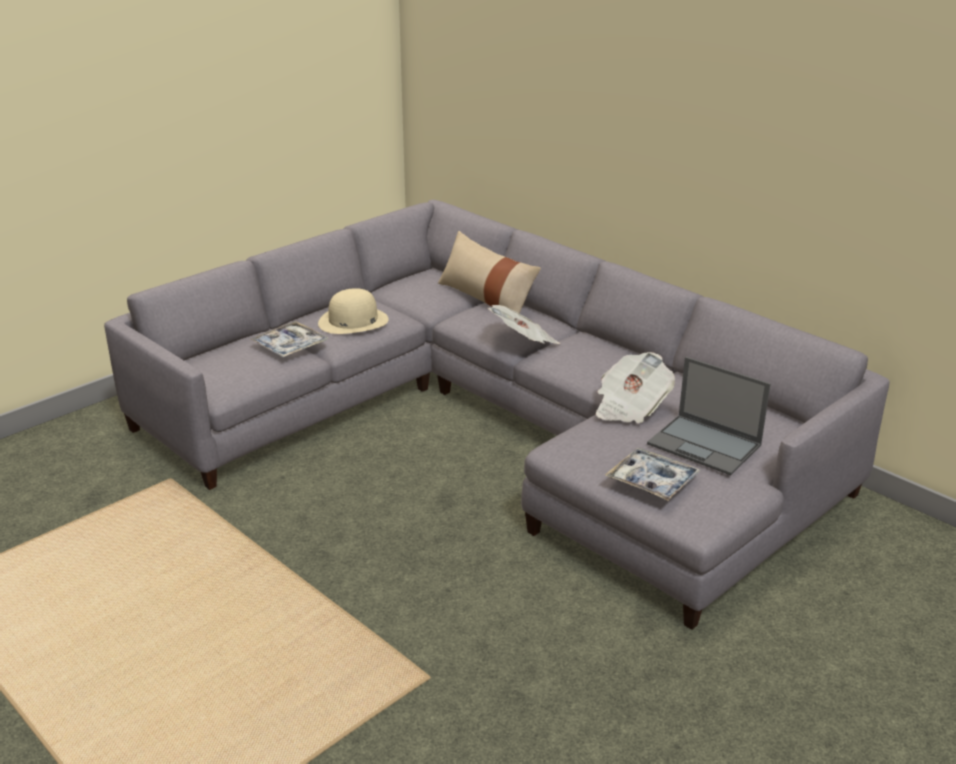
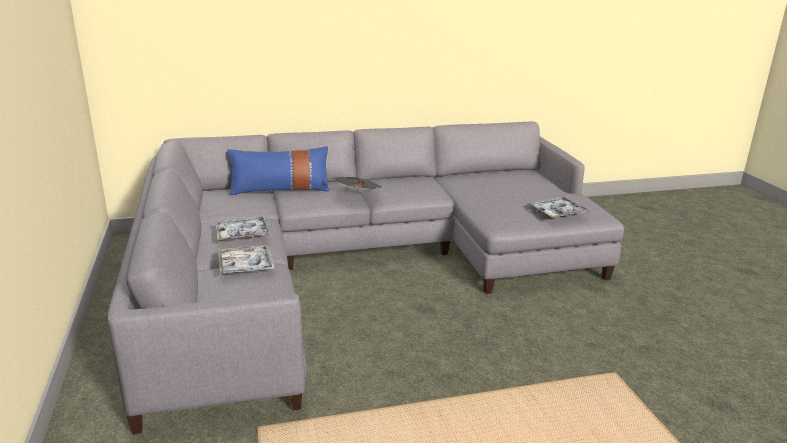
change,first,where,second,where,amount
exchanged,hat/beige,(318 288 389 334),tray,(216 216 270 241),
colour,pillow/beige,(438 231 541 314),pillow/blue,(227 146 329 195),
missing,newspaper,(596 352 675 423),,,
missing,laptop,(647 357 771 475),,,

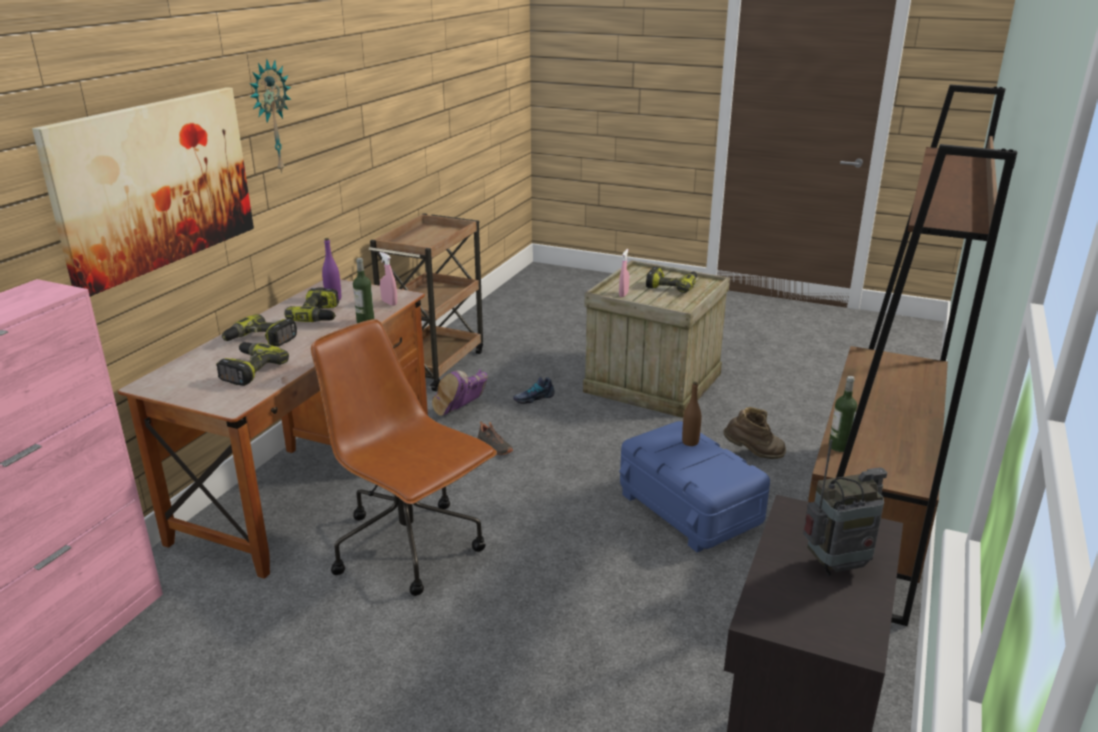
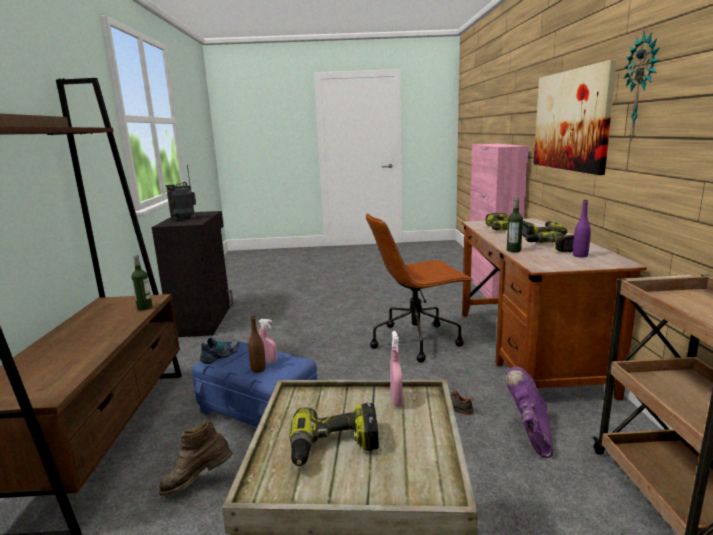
change,first,where,second,where,amount
spun,office chair/brown,(311 319 497 596),,(366 213 473 362),150 degrees clockwise
relocated,spray bottle/pink,(379 252 397 306),,(258 319 277 363),
relocated,shoe,(513 377 555 404),,(200 338 239 364),

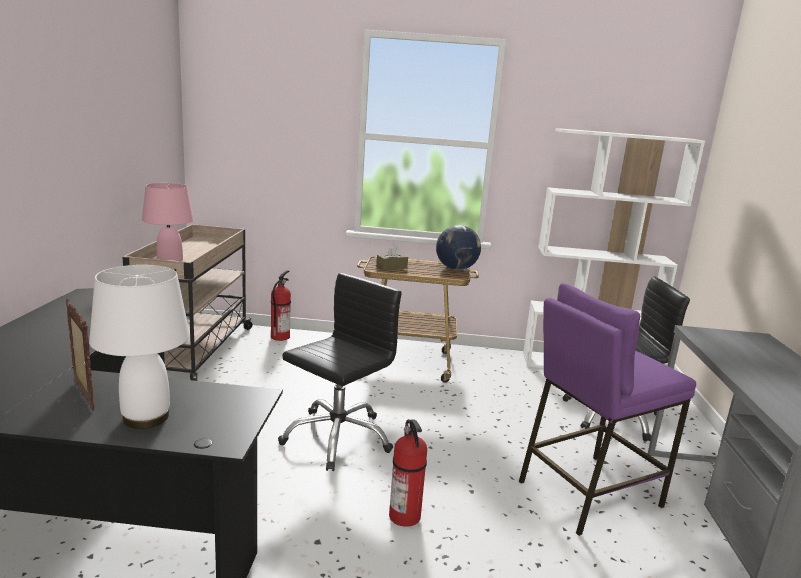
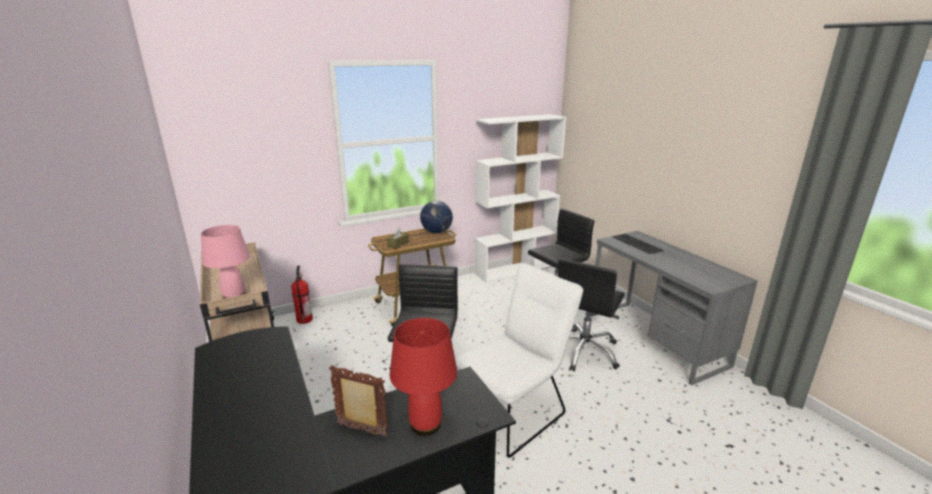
change,first,where,second,where,amount
colour,table lamp/white,(89 265 190 429),table lamp/red,(390 318 457 436),
exchanged,fire extinguisher,(389 419 427 527),chair/white,(455 263 583 458),
exchanged,stool/purple,(519 283 696 536),office chair/black,(558 259 625 372),
appeared,,,keyboard,(613 234 664 254),

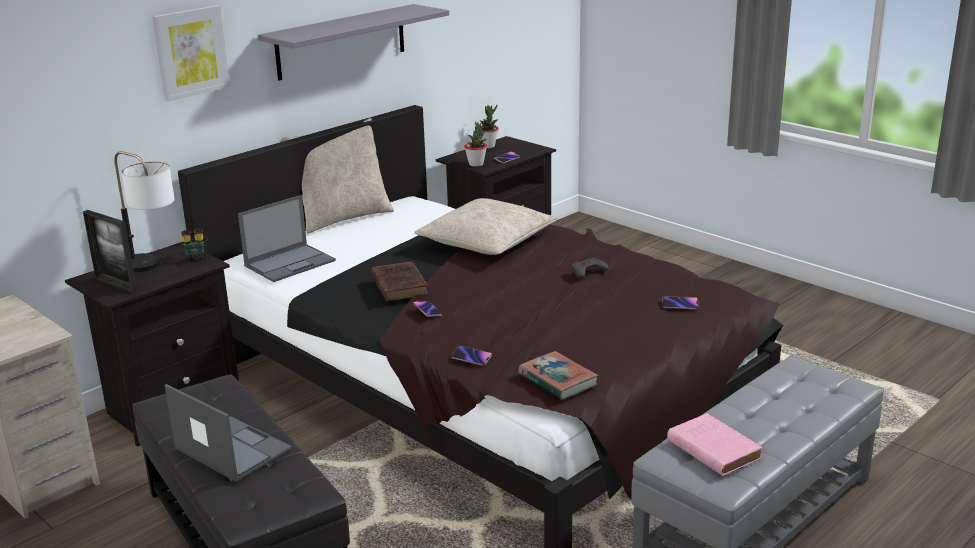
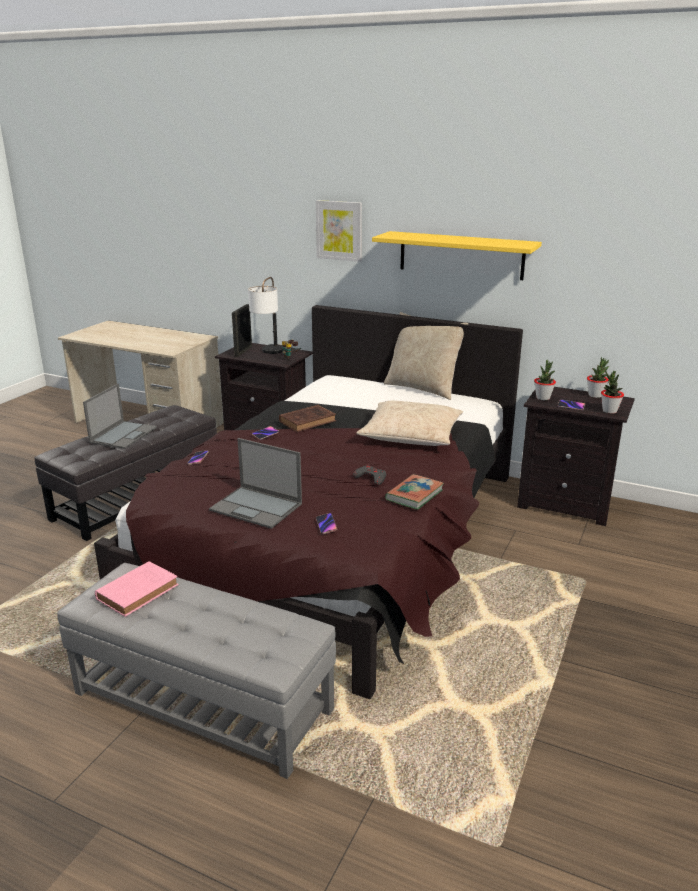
change,first,where,second,where,amount
relocated,laptop,(238 195 336 282),,(209 438 302 529),
colour,shelf/grey,(258 4 449 81),shelf/yellow,(372 231 542 280),
relocated,book,(518 351 599 400),,(385 474 444 510),
appeared,,,potted plant,(601 371 624 414),

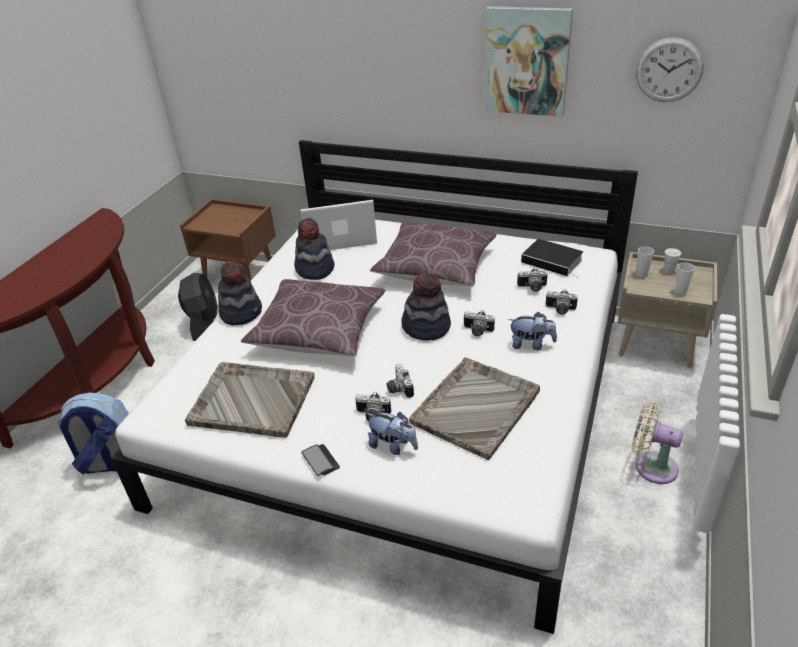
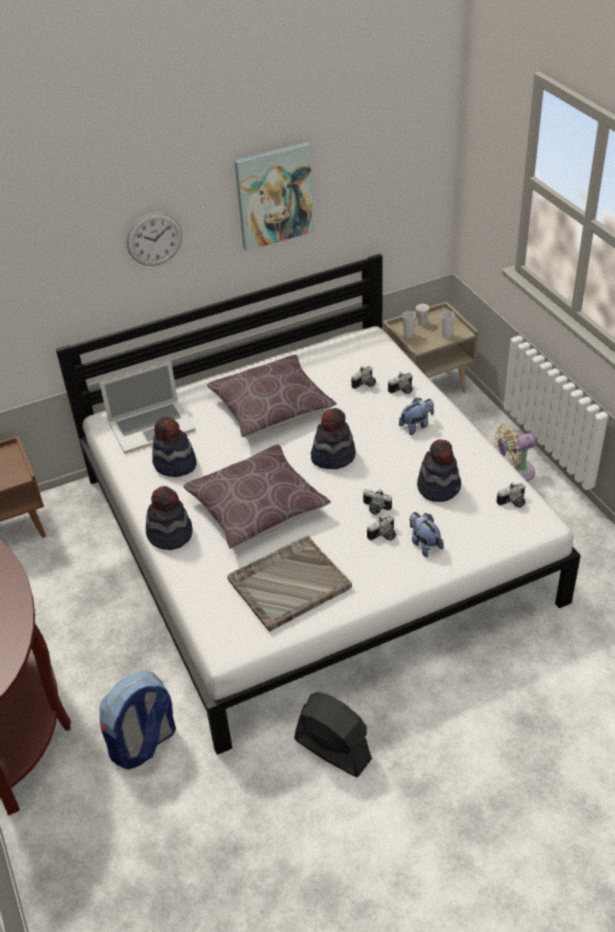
change,first,where,second,where,amount
relocated,fan/black,(178 273 218 341),,(294 692 372 777),
spun,laptop,(300 200 377 250),,(100 362 196 454),150 degrees counterclockwise
missing,phone,(301 444 340 476),,,
spun,plush toy,(367 412 418 455),,(410 512 444 557),105 degrees counterclockwise
exchanged,tray/grey,(409 357 540 460),hat,(417 440 461 502),
relocated,photo camera,(464 310 495 336),,(497 482 526 508),
missing,book,(521 239 583 278),,,
relocated,wall clock,(636 37 704 102),,(127 212 182 266),

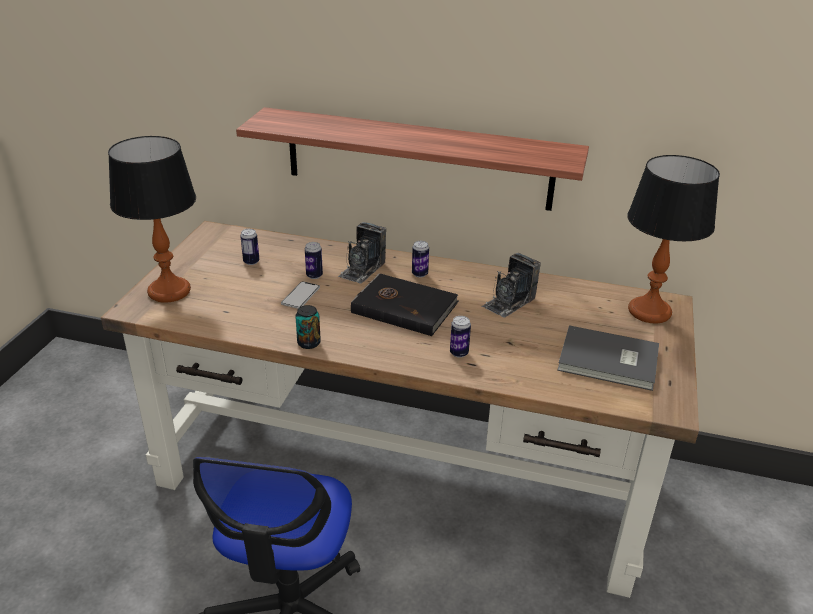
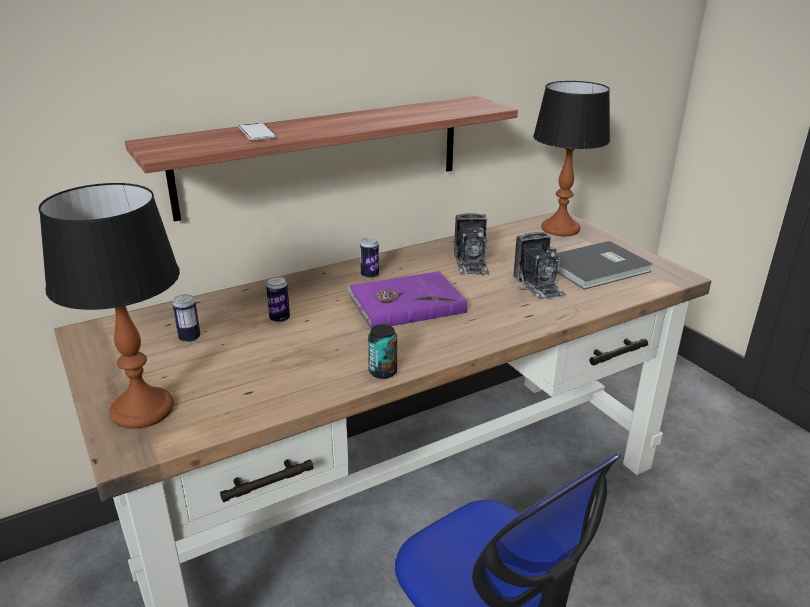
change,first,where,second,where,amount
relocated,phone,(281 281 320 309),,(238 123 277 141),
relocated,photo camera,(338 222 386 283),,(513 232 566 300),
colour,book/black,(351 273 459 336),book/purple,(346 271 467 328),
missing,can,(450 316 471 358),,,

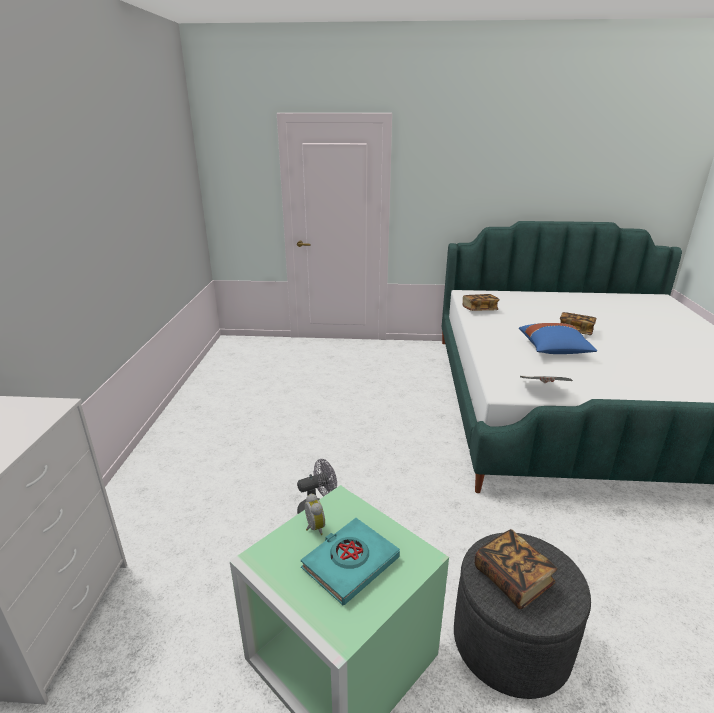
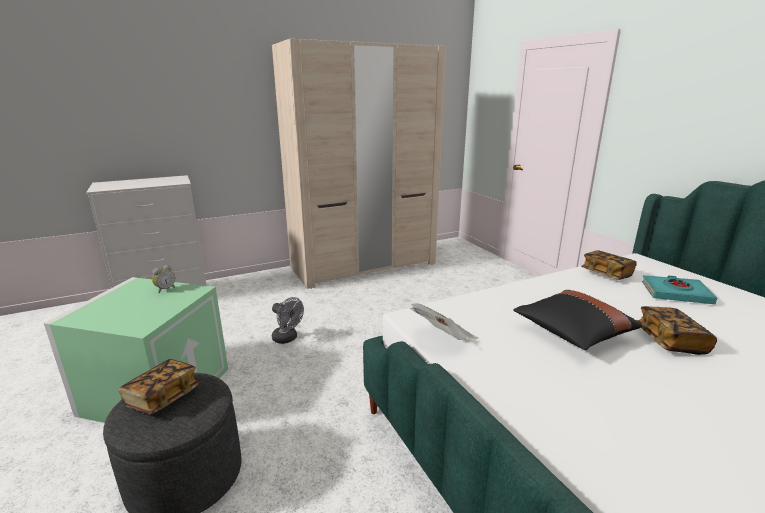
change,first,where,second,where,amount
relocated,book/turquoise,(301 518 400 605),,(642 275 717 304),
colour,pillow/blue,(519 323 597 354),pillow/black,(513 290 642 350),
appeared,,,wardrobe/beige,(272 39 446 289),

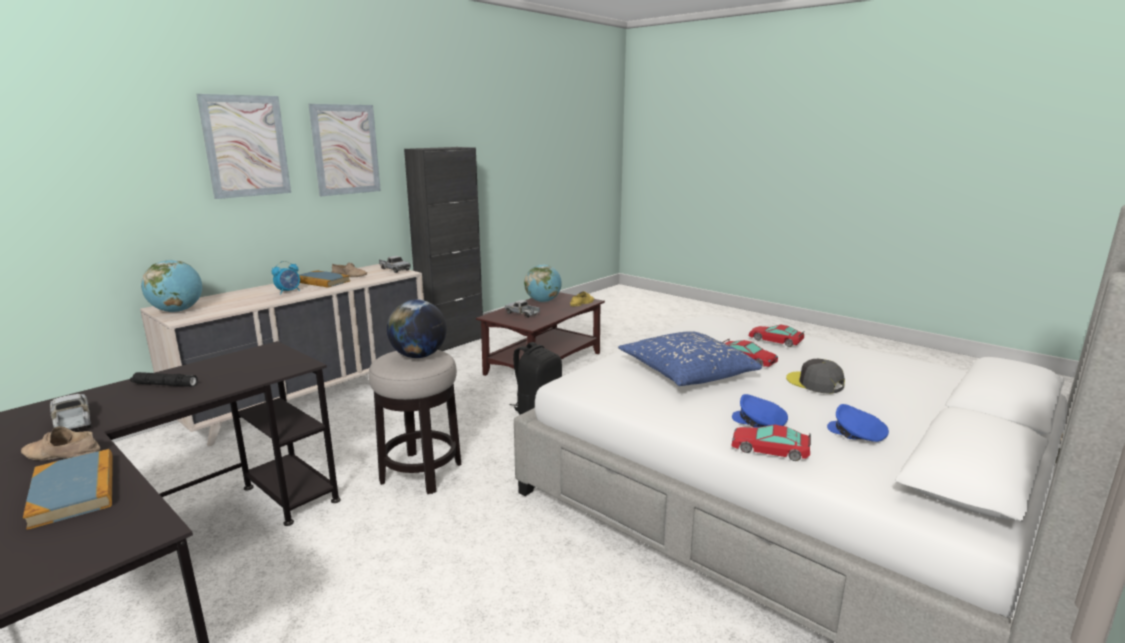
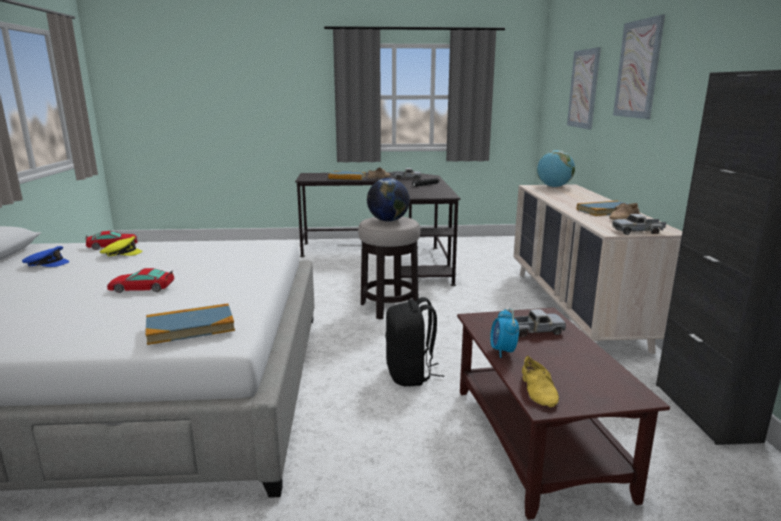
change,first,where,second,where,amount
relocated,alarm clock,(272 261 300 294),,(490 309 519 358),
relocated,picture,(308 104 381 196),,(567 47 601 130),
missing,globe,(524 264 562 302),,,
missing,pillow/blue,(618 331 762 386),,,
colour,cap/blue,(732 394 788 428),cap/yellow,(100 236 142 257),
missing,toy car,(749 325 804 347),,,
missing,cap/grey,(786 359 845 394),,,
appeared,,,book,(146 303 235 345),

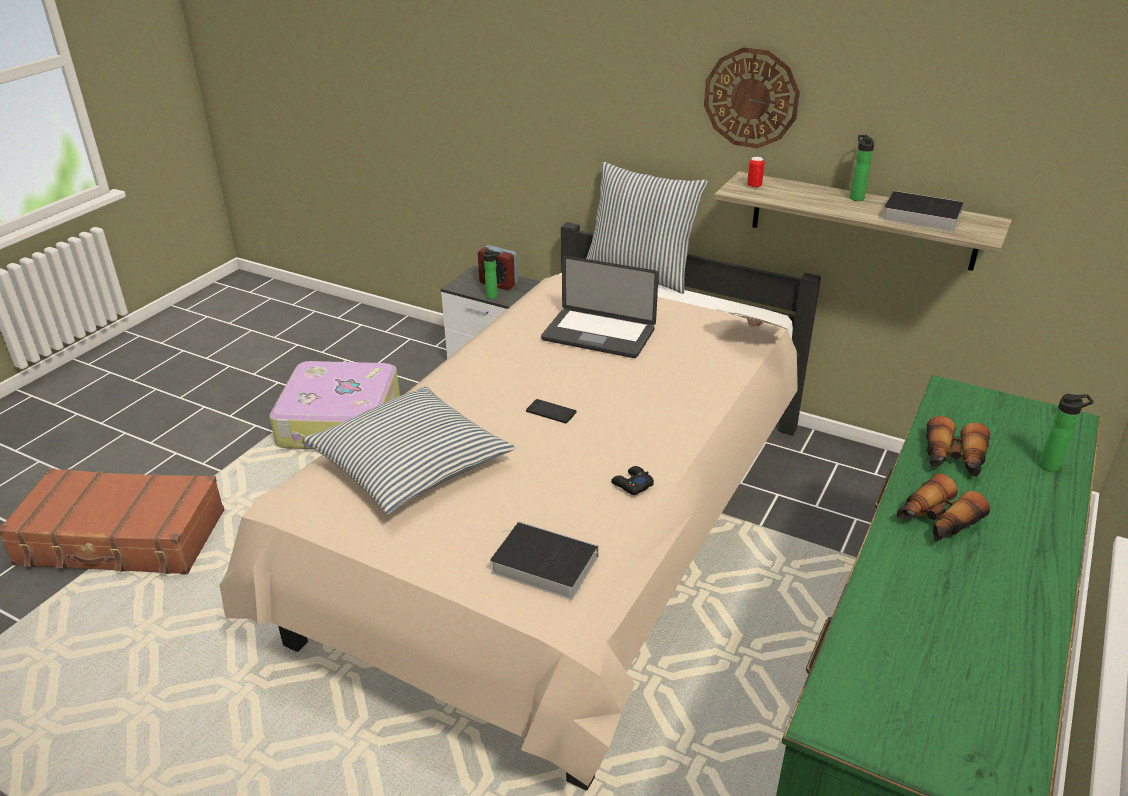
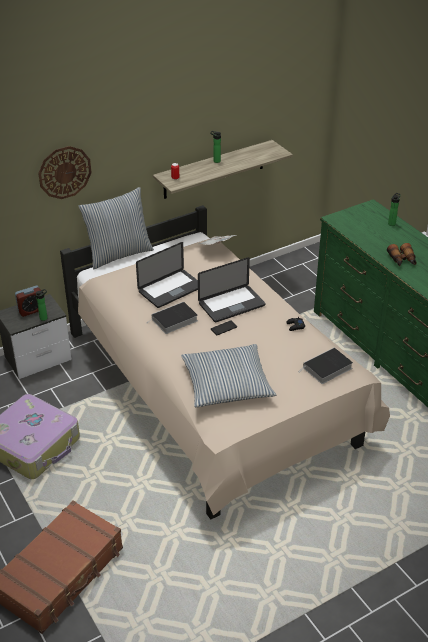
change,first,where,second,where,amount
relocated,wall clock,(704 47 800 149),,(38 146 92 199),
relocated,book,(880 191 963 232),,(149 302 198 334),
missing,binoculars,(926 416 990 477),,,
appeared,,,laptop,(198 257 265 322),

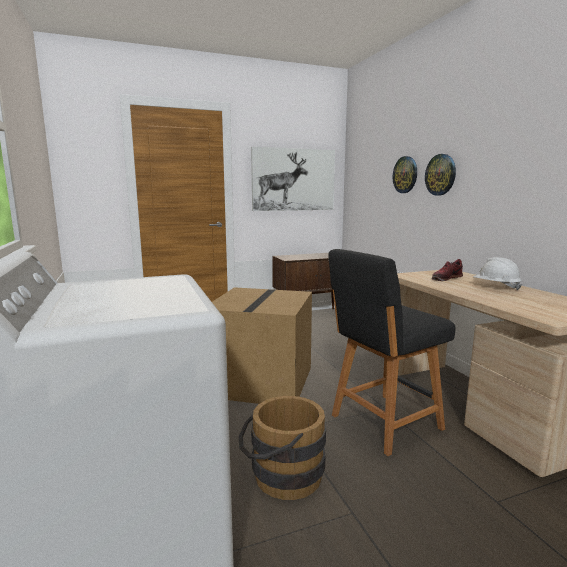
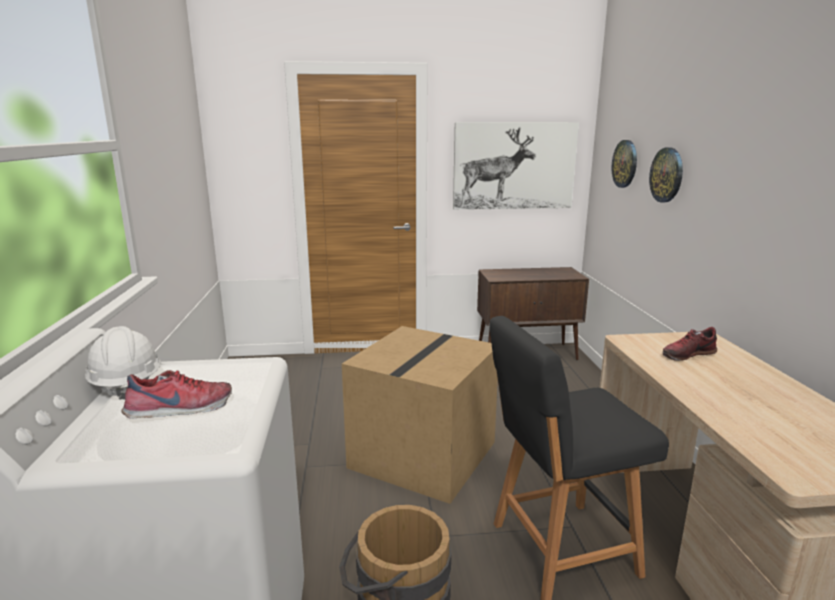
change,first,where,second,where,amount
relocated,wall clock,(425 154 456 195),,(611 140 637 188),
relocated,hard hat/white,(473 257 522 290),,(85 326 161 400),
appeared,,,shoe,(122 370 232 419),

